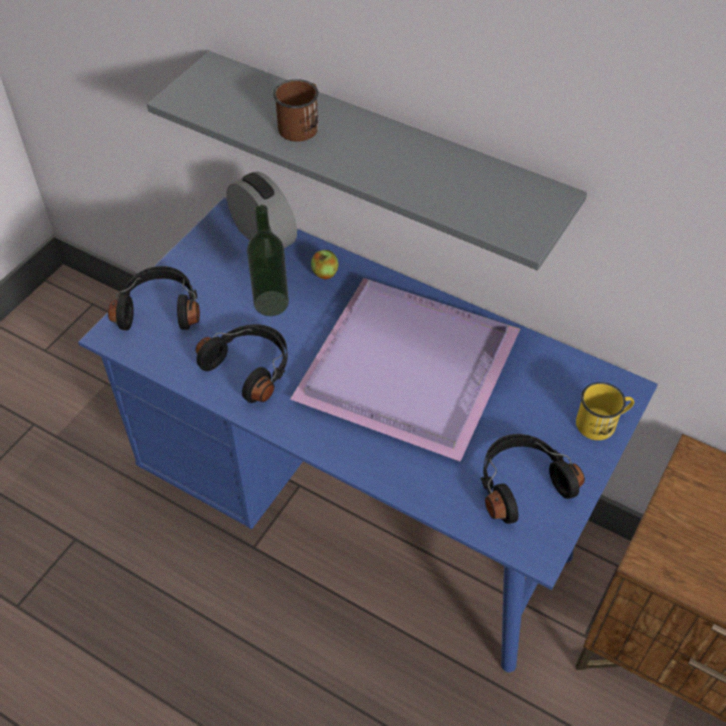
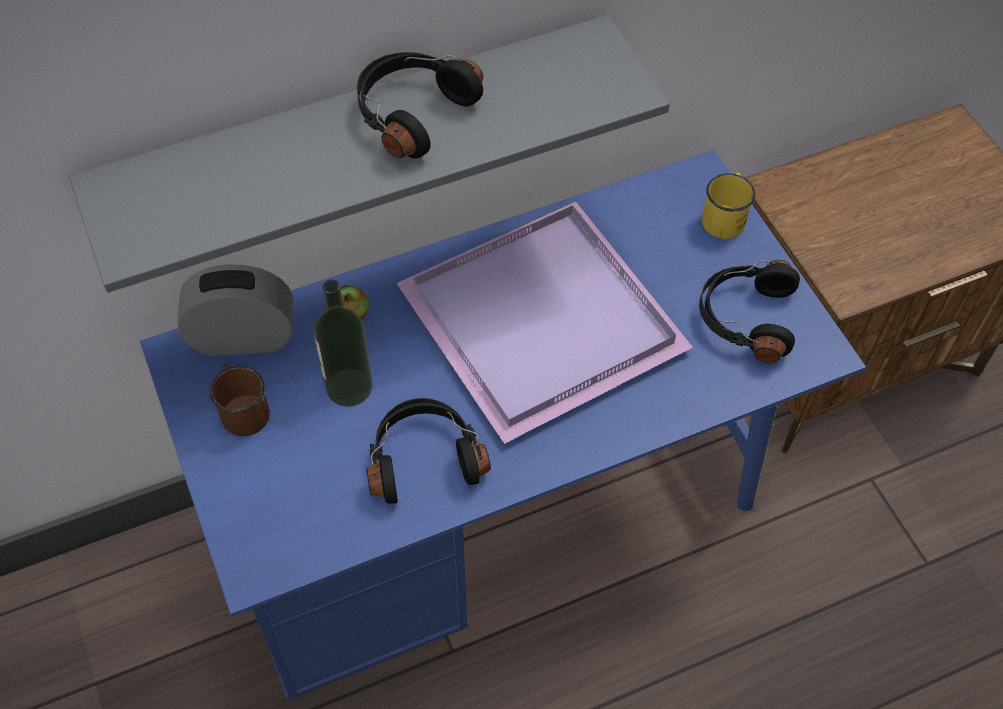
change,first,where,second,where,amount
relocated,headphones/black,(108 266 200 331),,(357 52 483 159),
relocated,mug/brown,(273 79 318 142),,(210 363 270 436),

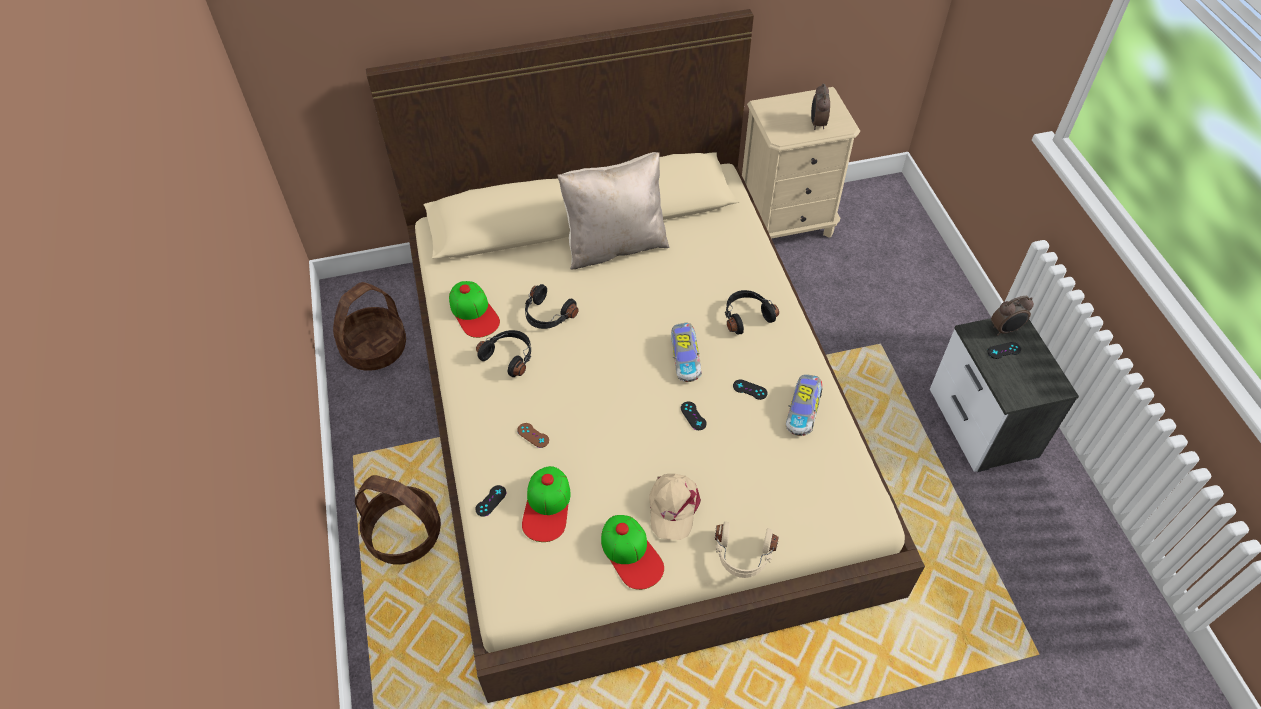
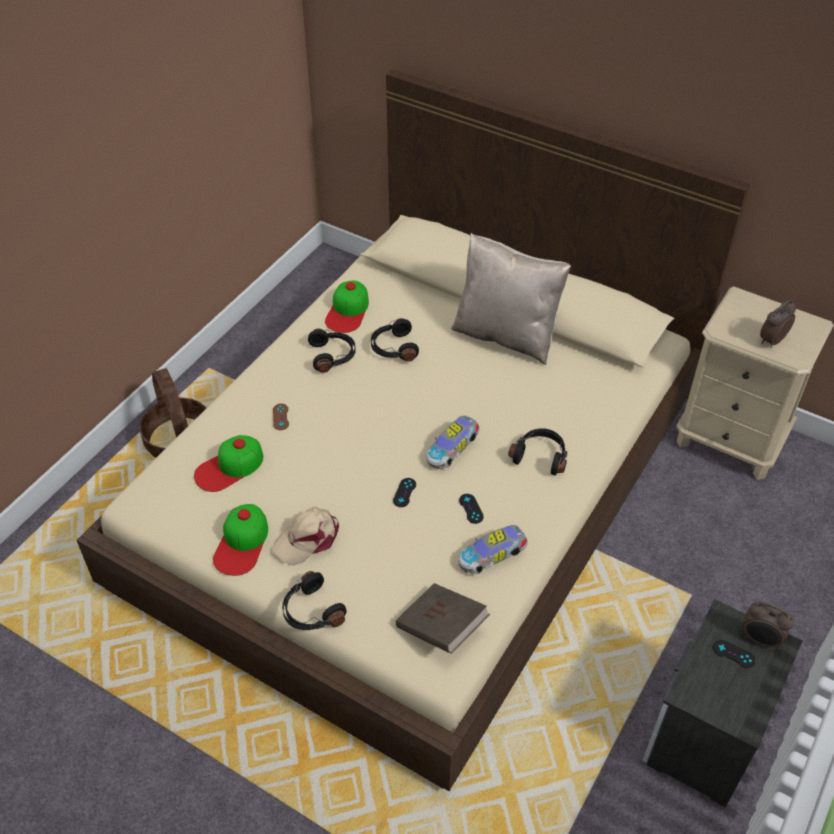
change,first,where,second,where,amount
missing,basket,(333 282 406 371),,,
missing,game controller/black,(475 485 506 517),,,
colour,headphones/beige,(715 521 779 578),headphones/black,(282 571 346 630),
appeared,,,book/brown,(396 583 490 654),

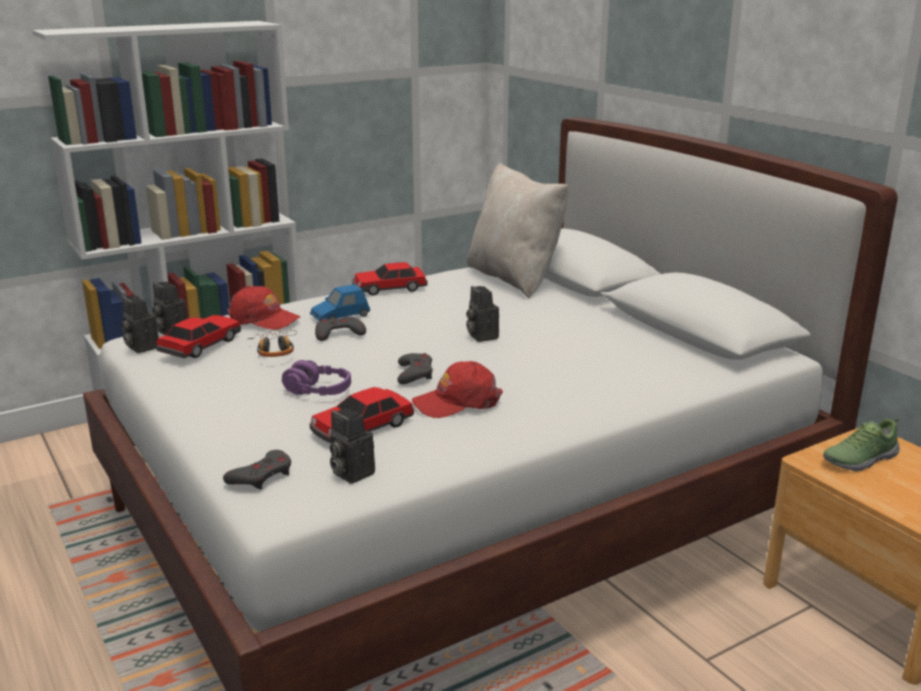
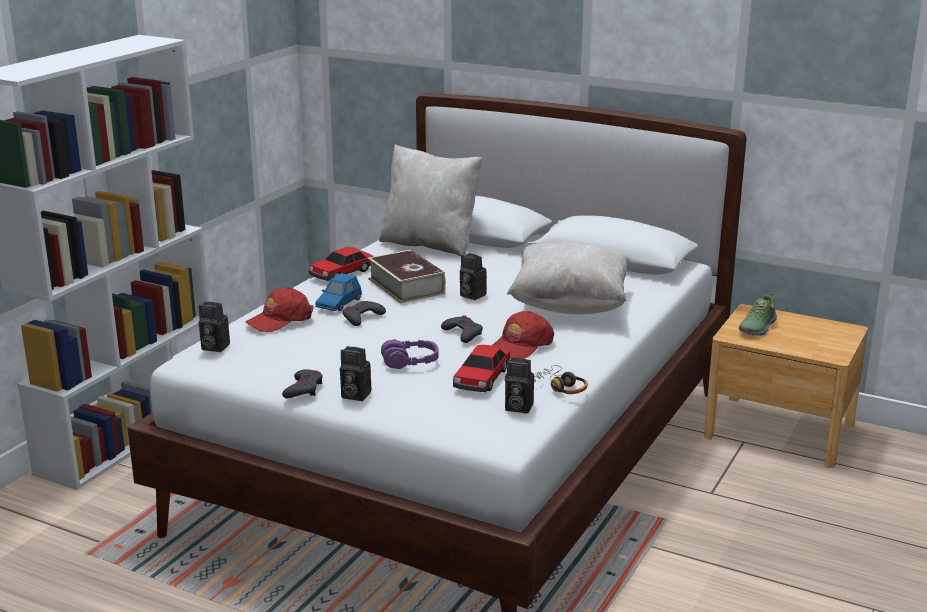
change,first,where,second,where,amount
relocated,photo camera,(121 296 159 353),,(340 346 371 401),
missing,toy car,(156 315 241 358),,,
relocated,game controller/grey,(223 450 291 490),,(282 369 323 398),
spun,cap/red,(227 286 300 330),,(245 287 314 332),150 degrees clockwise
relocated,headphones,(248 330 298 357),,(534 365 588 394),
appeared,,,book,(368 250 446 303),
appeared,,,pillow/beige,(507 242 630 314),

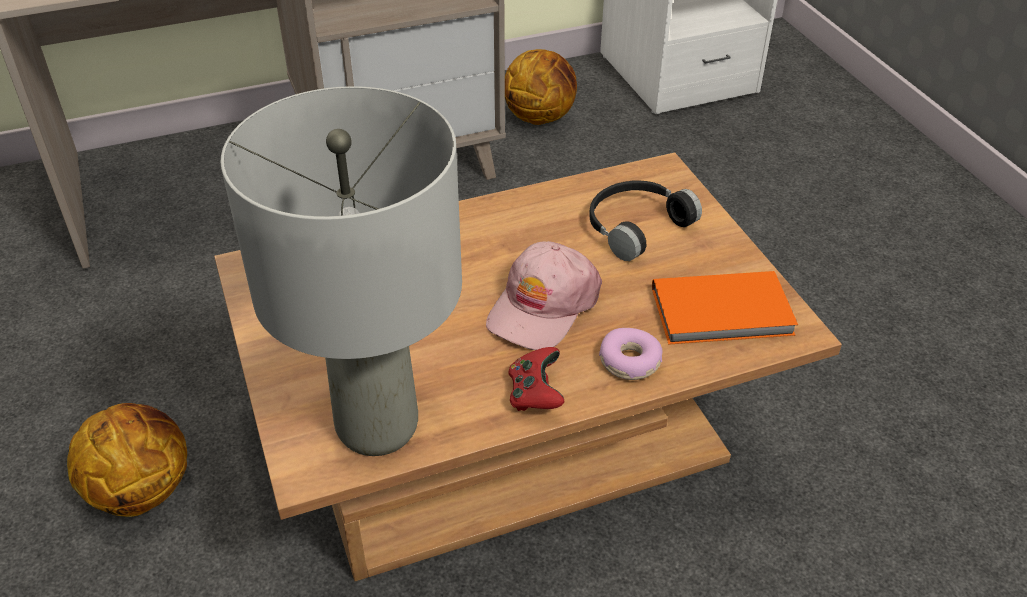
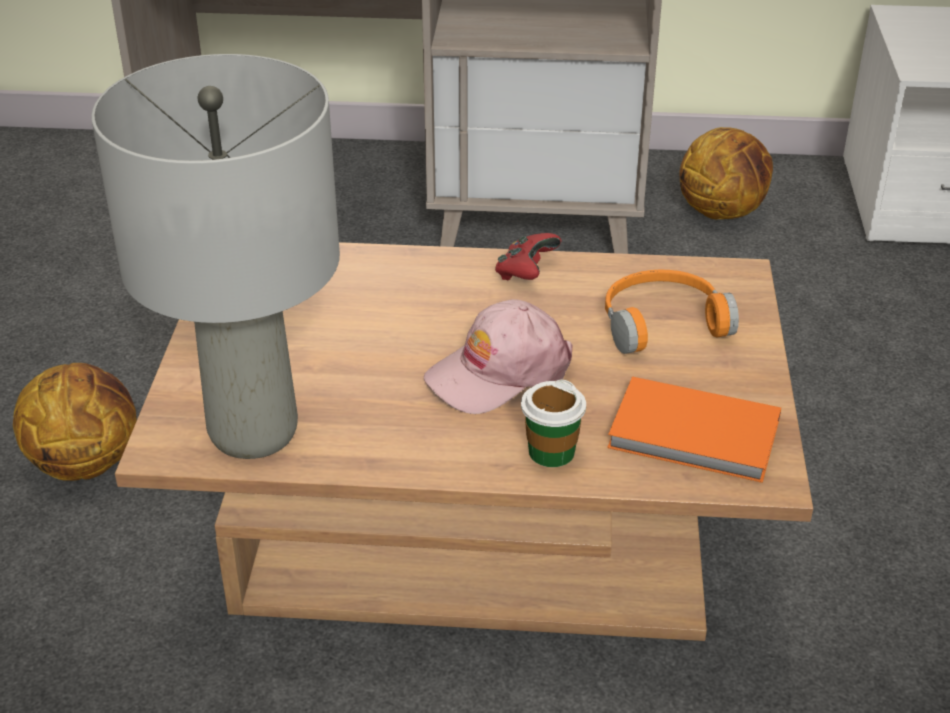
change,first,where,second,where,amount
relocated,game controller/red,(508 347 565 411),,(495 233 561 281),
colour,headphones/black,(589 180 702 261),headphones/orange,(605 269 739 354),
exchanged,donut,(599 328 663 380),cup,(521 379 586 467),

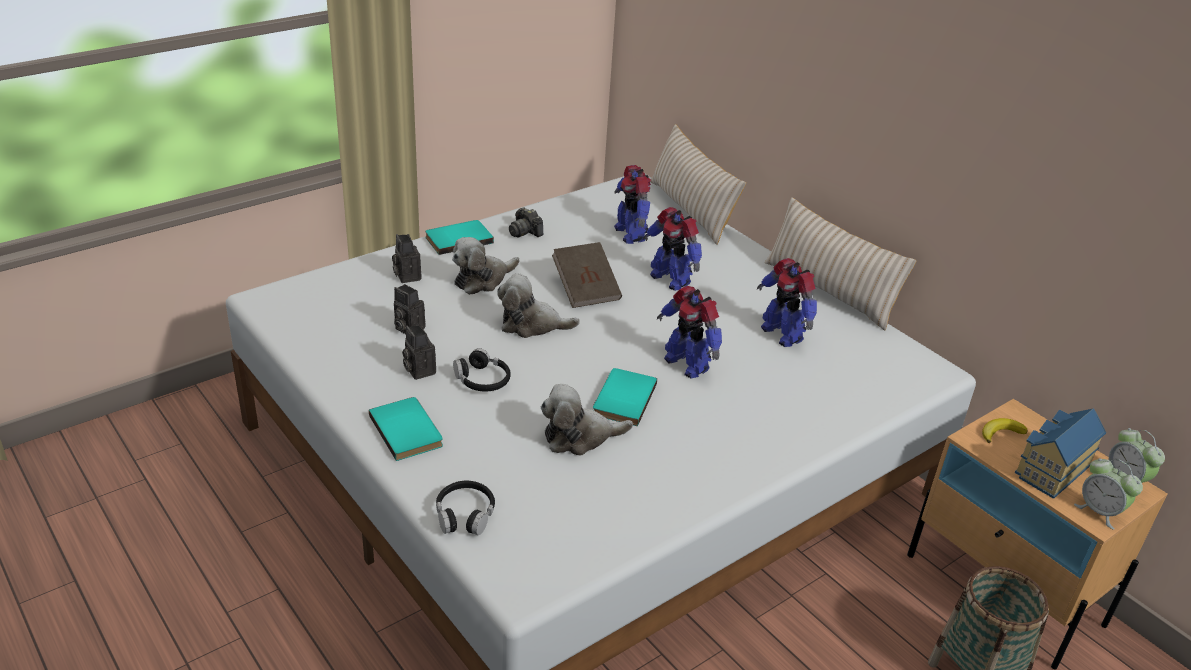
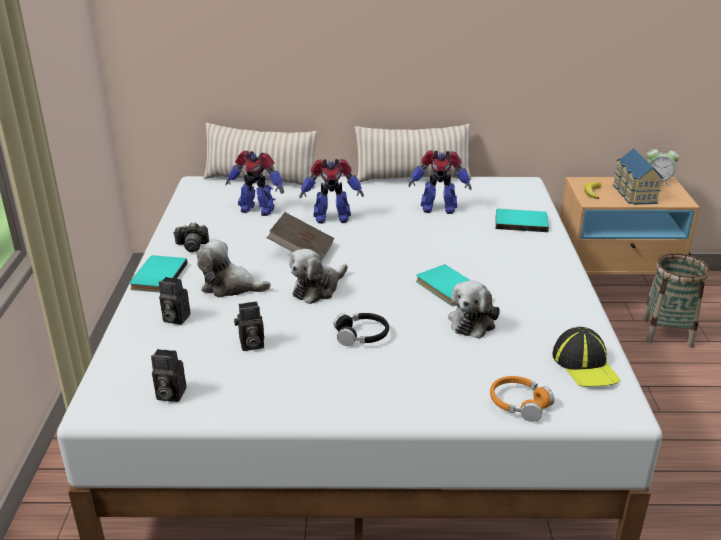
change,first,where,second,where,amount
relocated,book/turquoise,(369 397 443 461),,(496 209 549 232),
relocated,photo camera,(402 325 436 380),,(151 349 186 402),
colour,headphones/black,(436 481 495 535),headphones/orange,(490 376 554 422),
spun,plush toy,(452 237 519 295),,(197 240 271 297),105 degrees clockwise
missing,toy robot,(657 286 722 378),,,
missing,alarm clock,(1074 458 1143 530),,,
appeared,,,cap,(552 327 620 387),

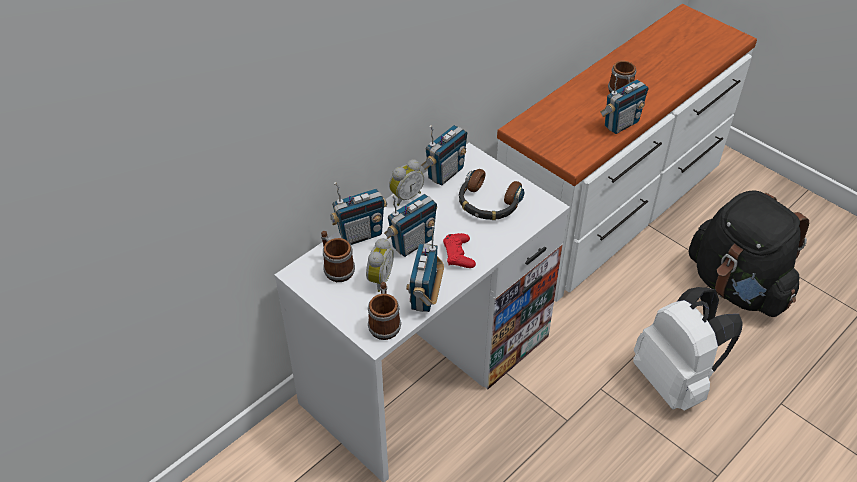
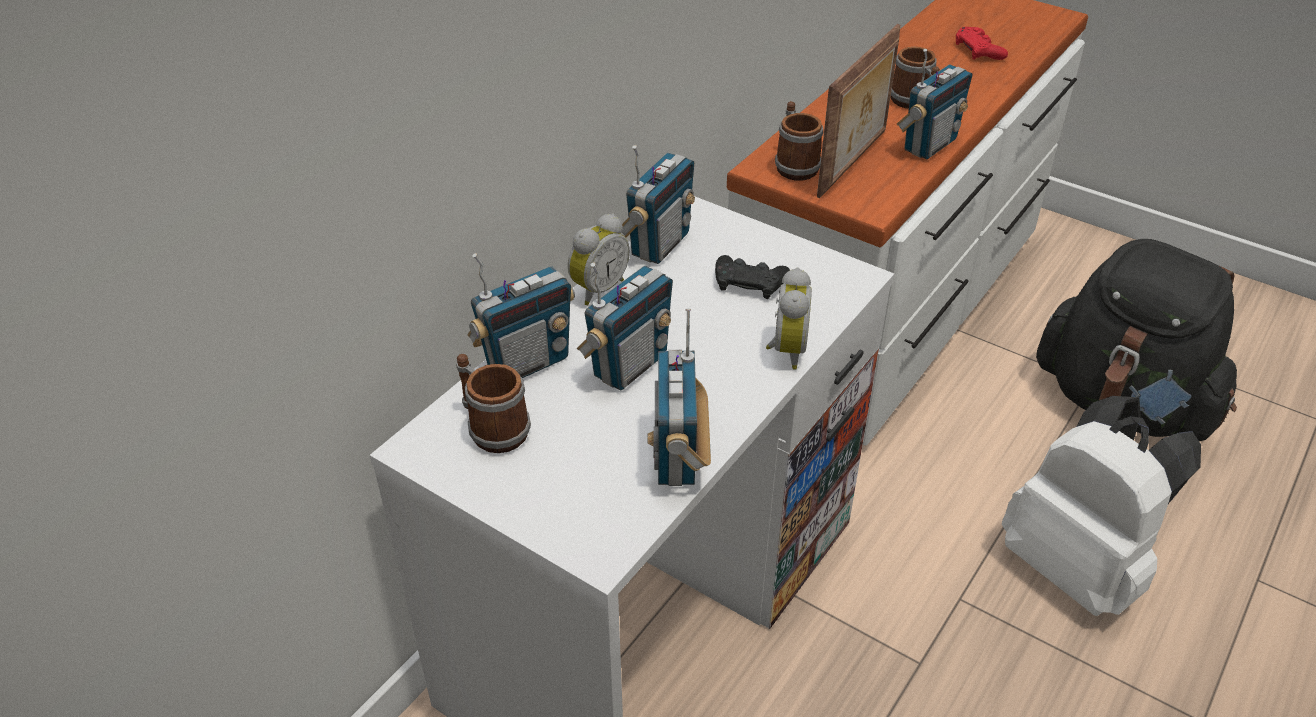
change,first,where,second,where,amount
relocated,alarm clock,(366 238 394 292),,(766 267 812 370),
relocated,mug,(368 282 401 340),,(775 101 823 181),
relocated,game controller/red,(443 233 476 268),,(956 27 1008 60),
exchanged,headphones,(459 169 524 220),game controller/black,(715 255 790 299),
appeared,,,picture frame,(817 24 900 198),

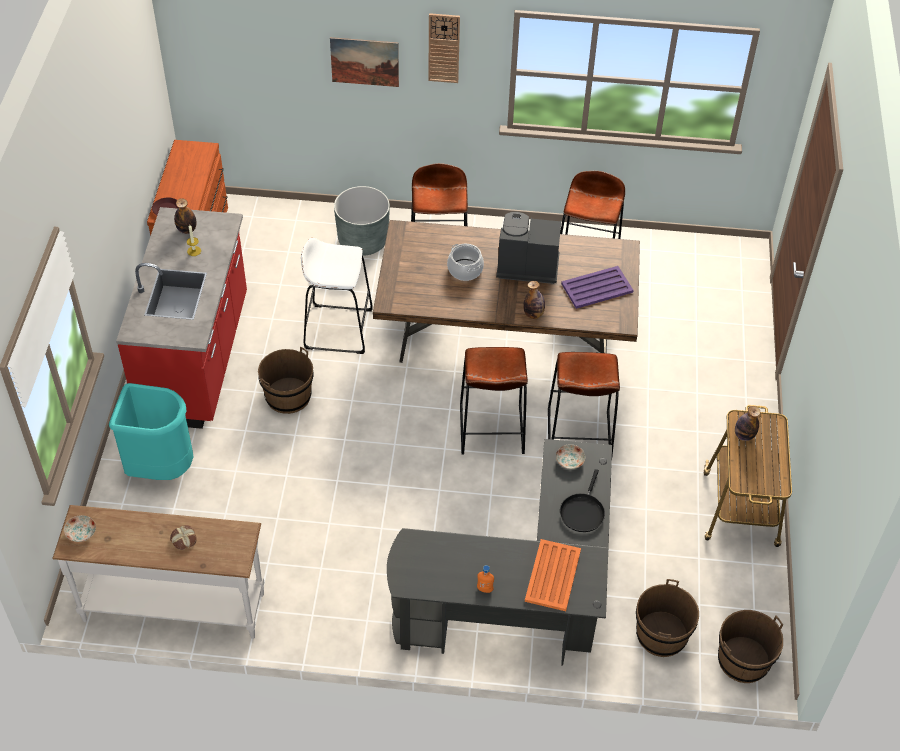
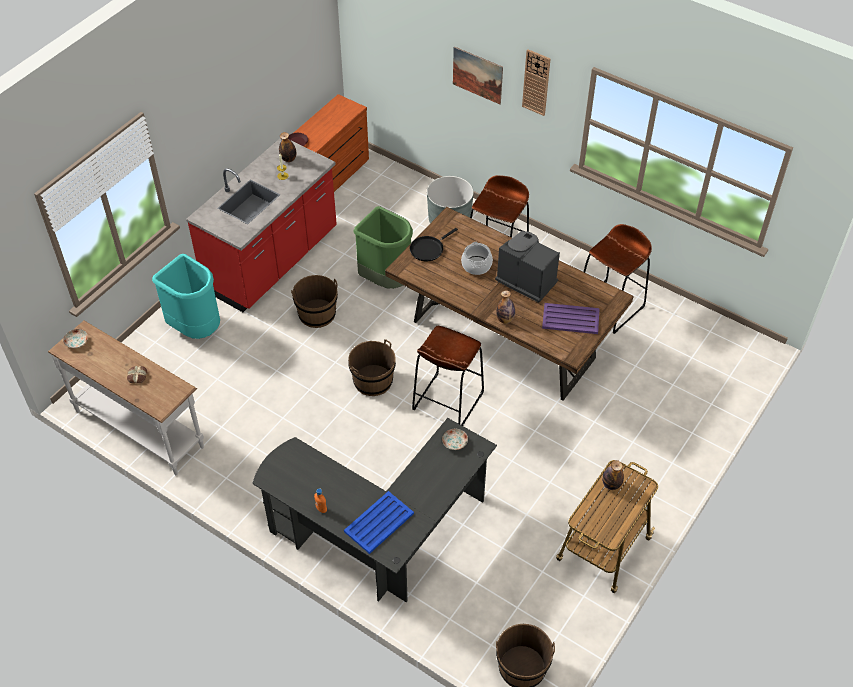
change,first,where,second,where,amount
exchanged,stool/white,(301 238 373 354),trash can/green,(353 206 413 289),
colour,tray/orange,(525 539 581 611),tray/blue,(344 491 414 554),
missing,stool/brown,(548 352 620 455),,,
relocated,frying pan/black,(560 469 605 532),,(410 228 458 261),
relocated,bucket/brown,(636 579 699 657),,(348 339 396 396),

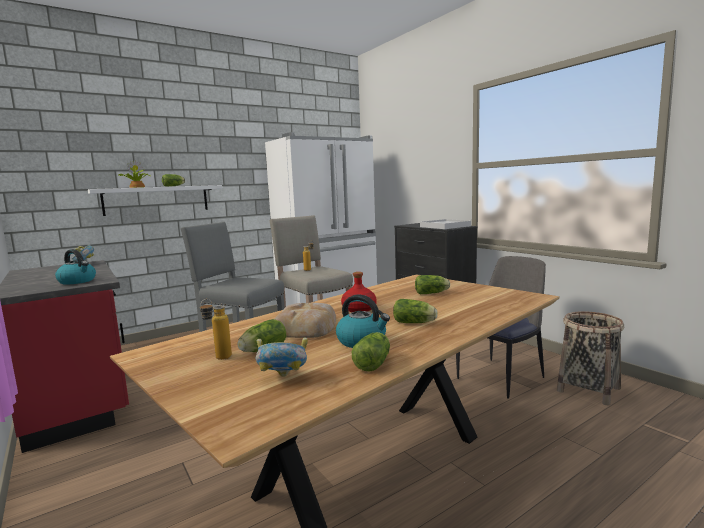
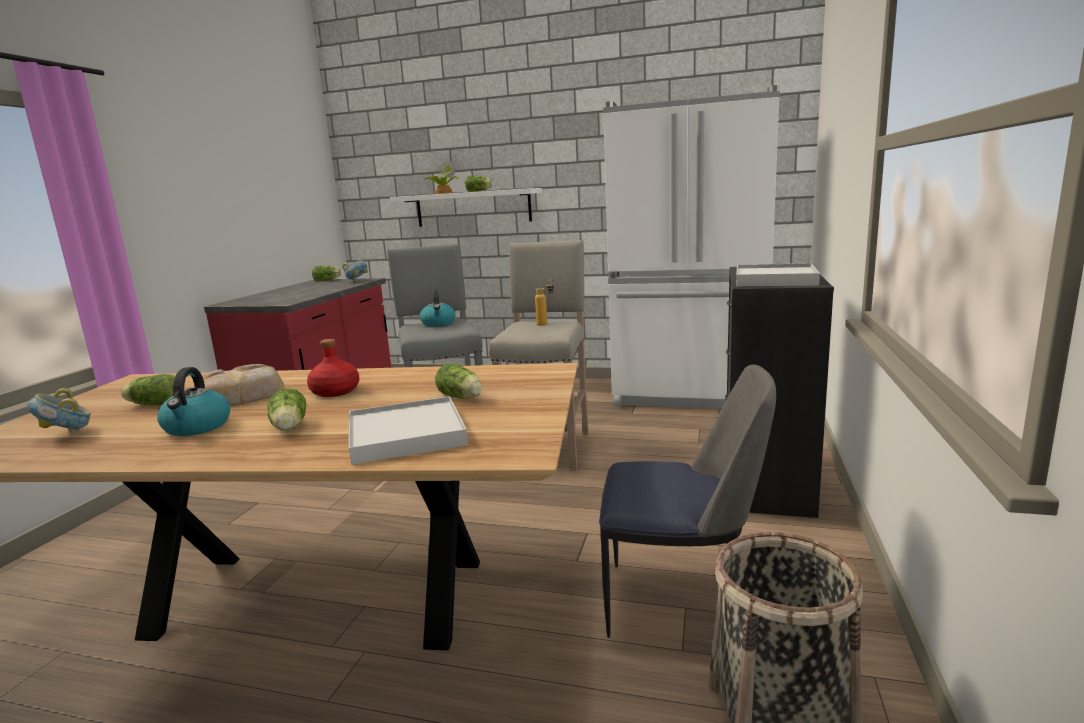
change,first,where,second,where,amount
relocated,kettle,(55 249 96 285),,(420 290 456 327),
missing,bottle,(200 299 232 360),,,
relocated,lettuce,(352 332 390 371),,(312 266 341 281),
appeared,,,tray/white,(349 396 468 465),

